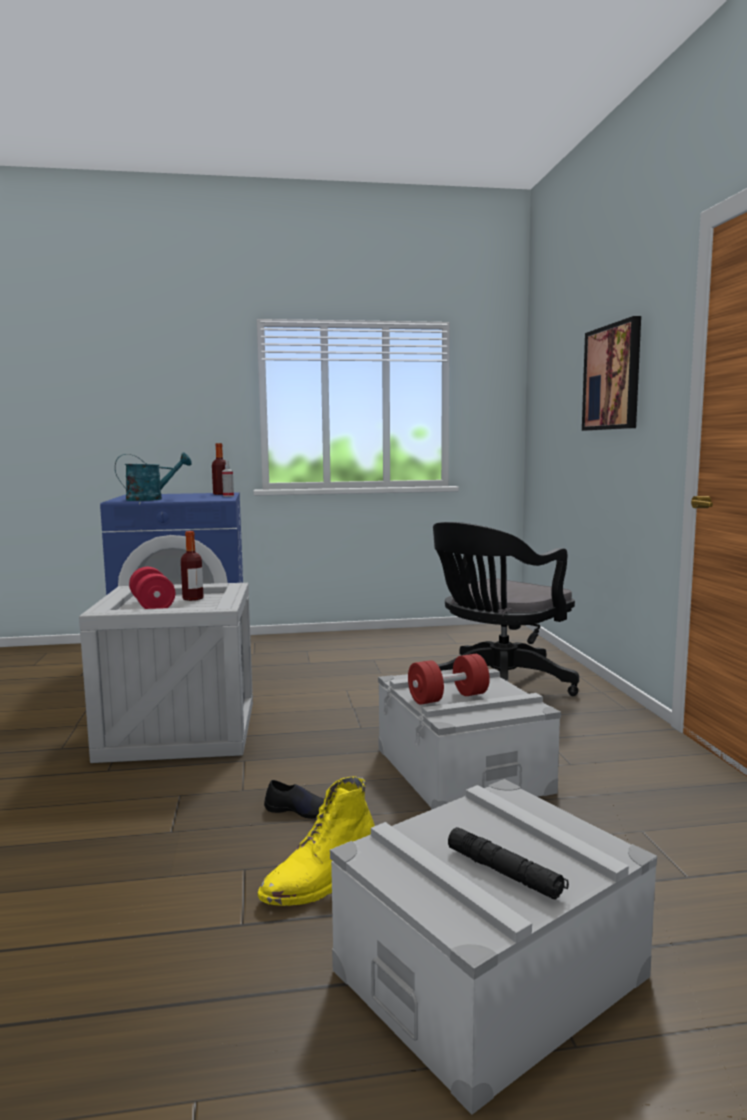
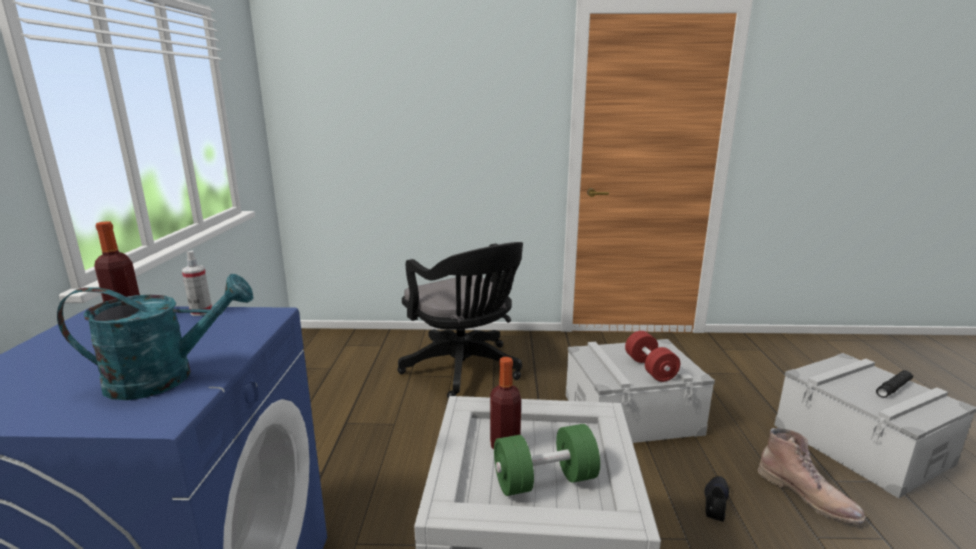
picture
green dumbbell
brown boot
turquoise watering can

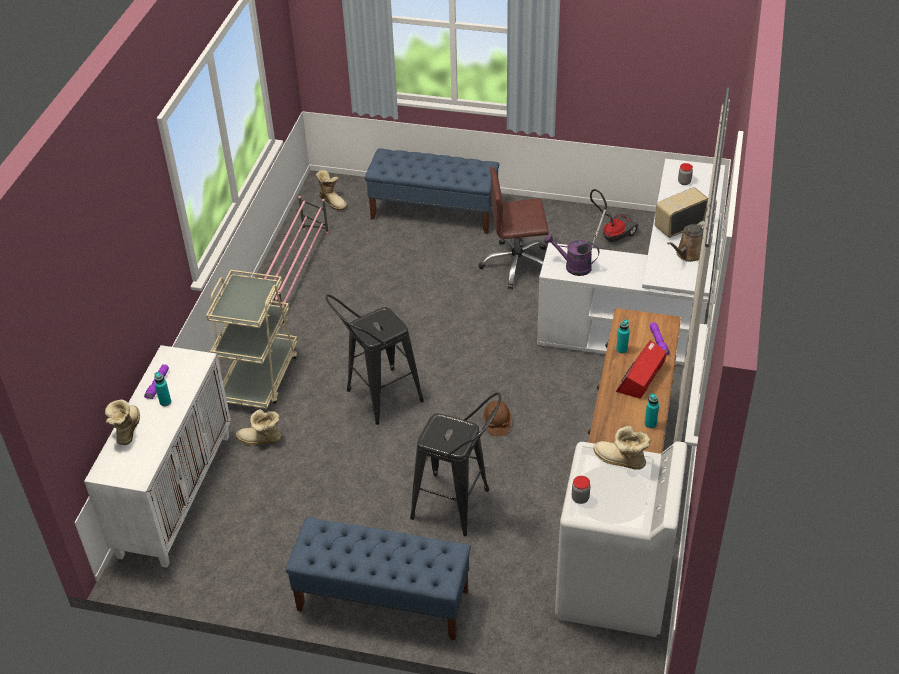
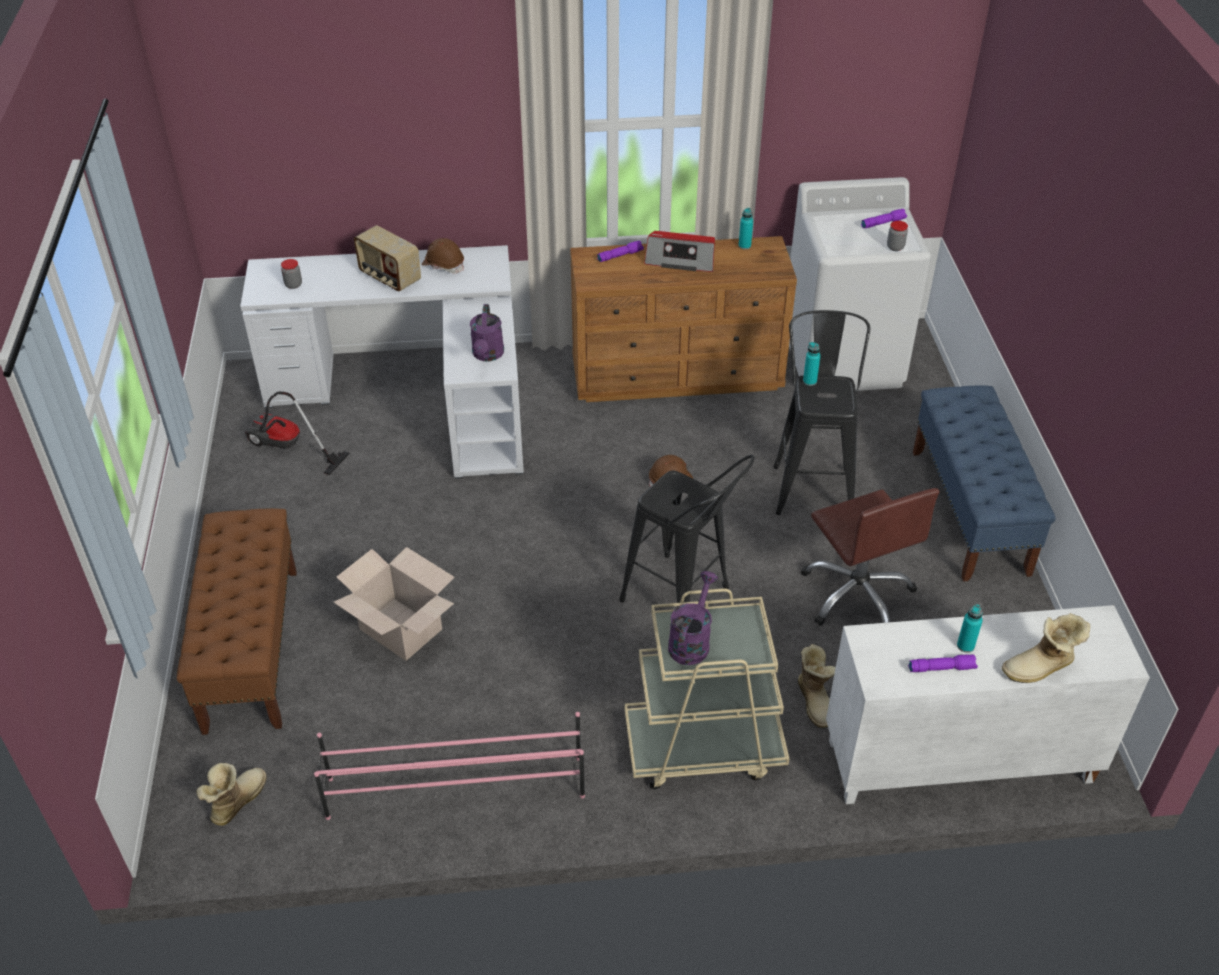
boot (no. 4 from left in the first image)
cardboard box
purple watering can (no. 2 from left)
purple flashlight (no. 2 from left)
brown office chair
turquoise bottle (no. 2 from left)
brown hard hat (no. 1 from left)
brown bench

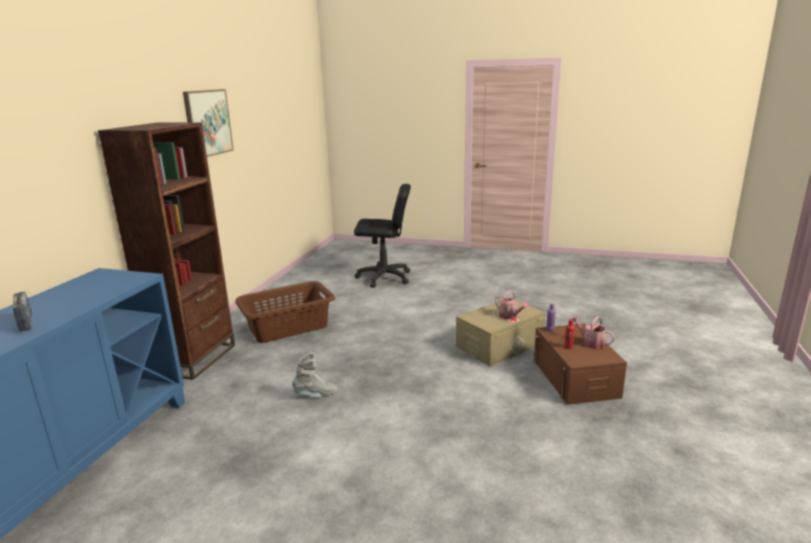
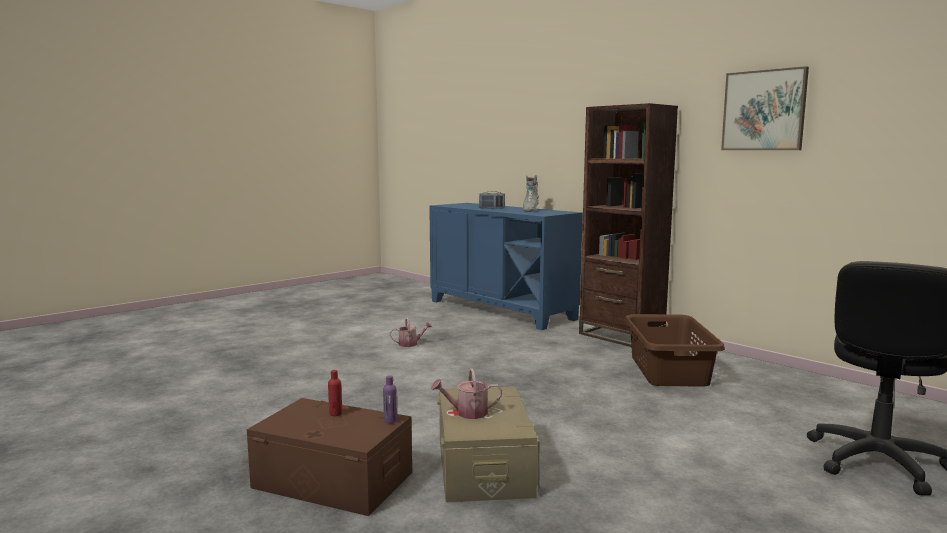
grey boot
watering can (no. 1 from left)

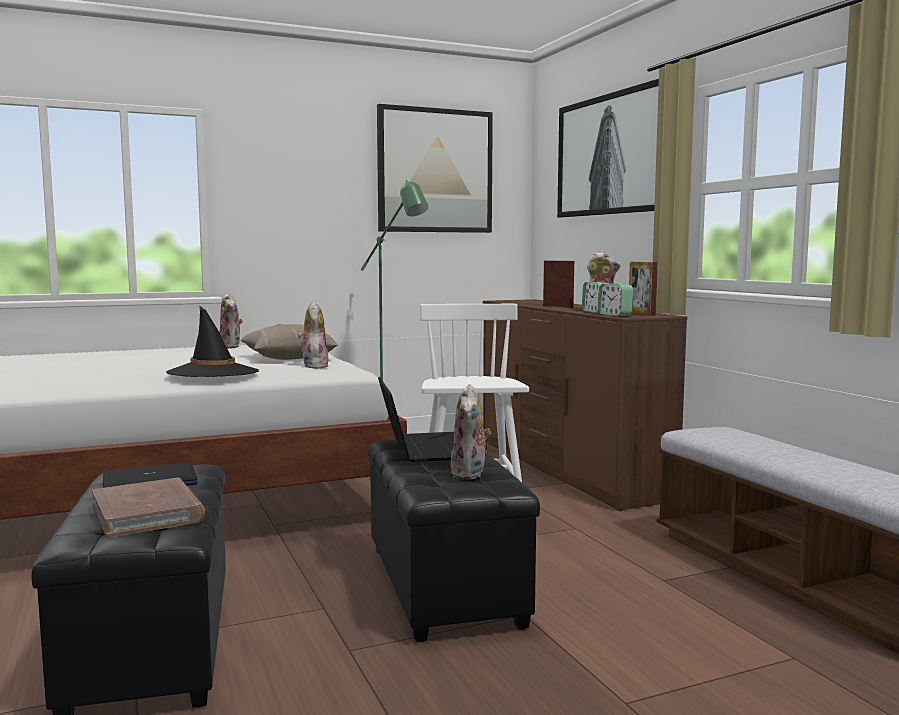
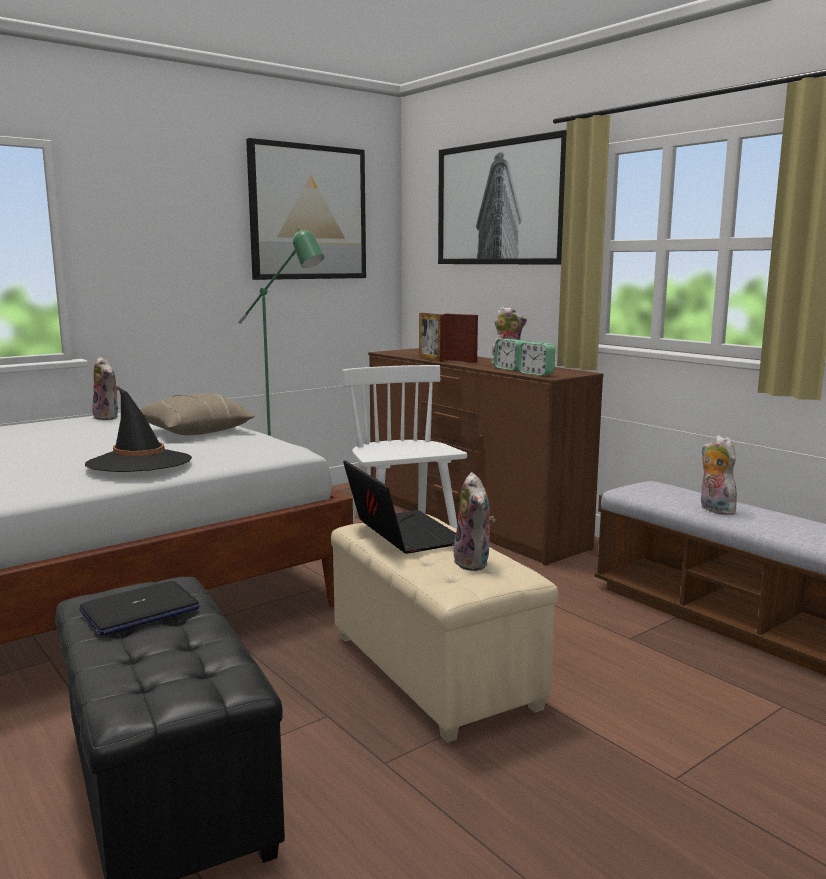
brown book
plush toy (no. 4 from left)
picture frame (no. 1 from left)
beige ottoman

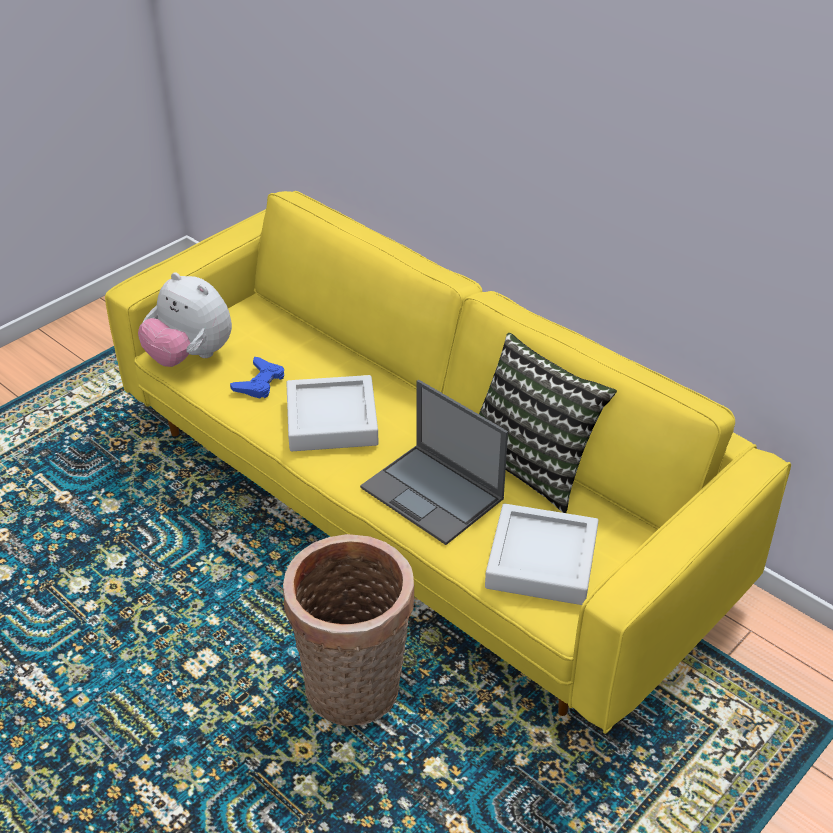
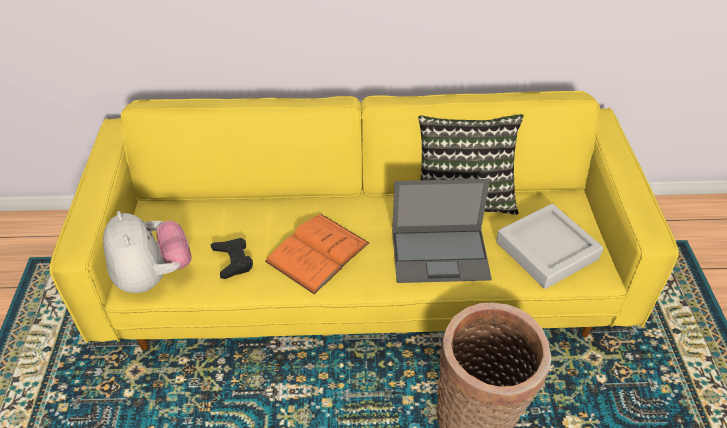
orange book
black game controller
plush toy

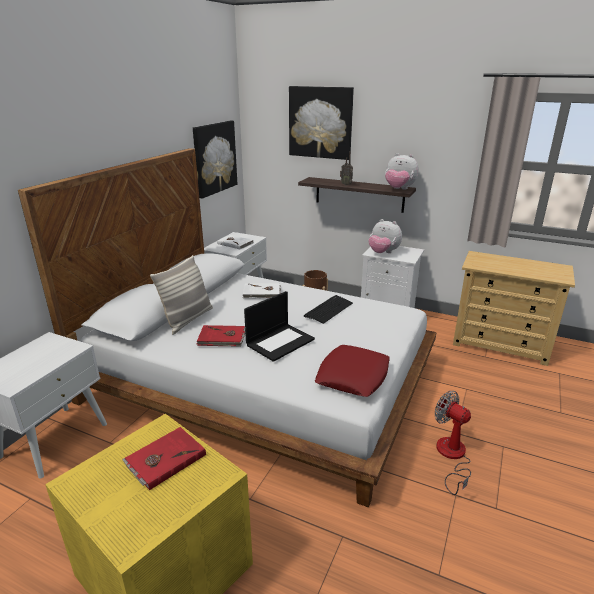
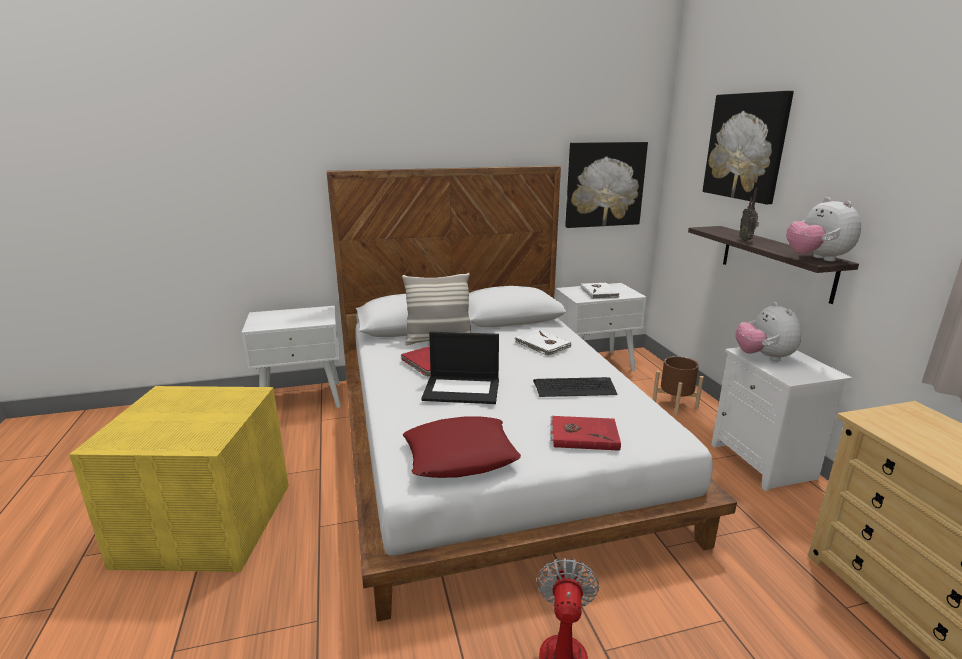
red book (no. 2 from left)

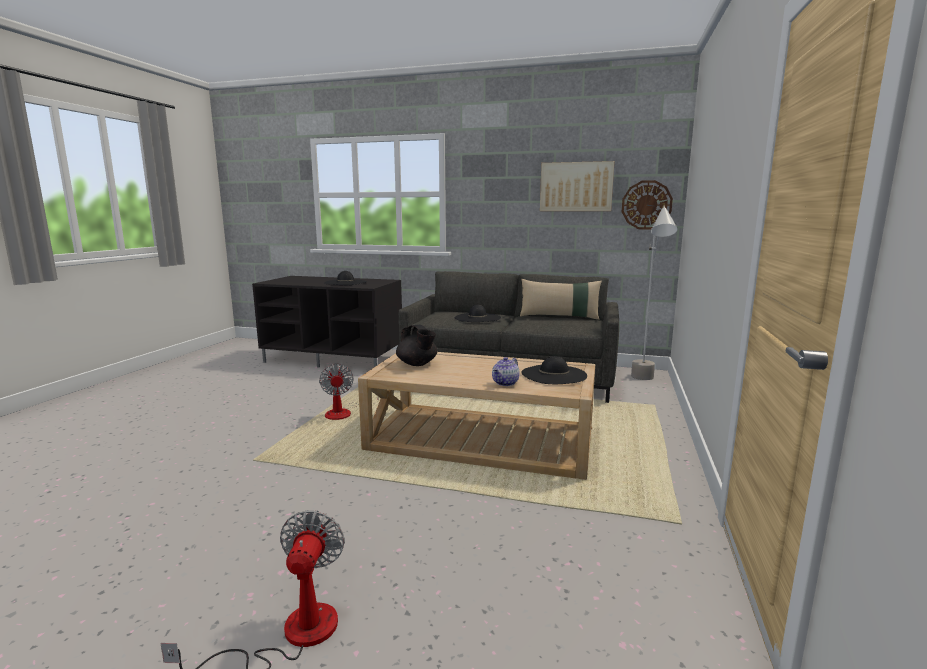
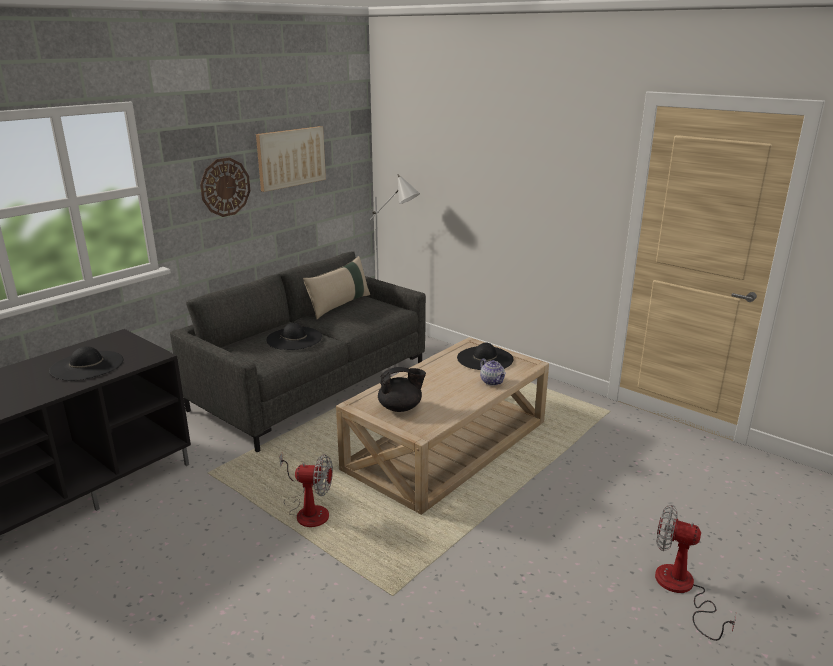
wall clock

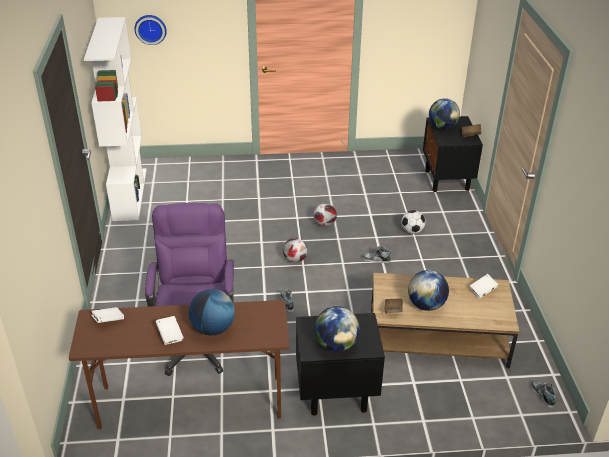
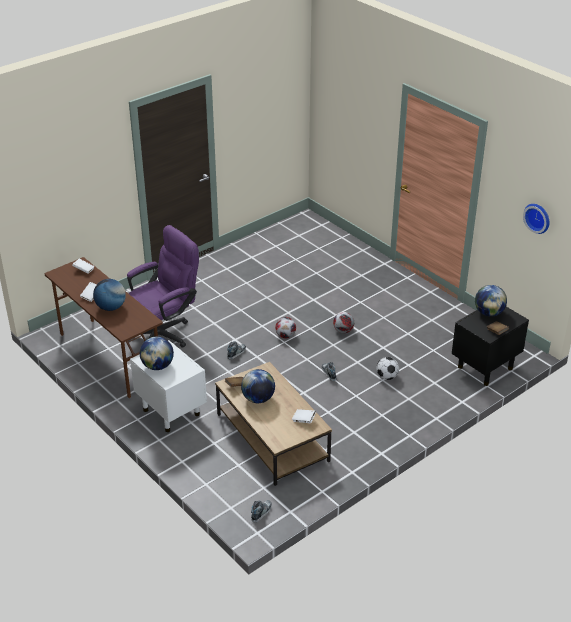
white bookcase
wall clock
white nightstand

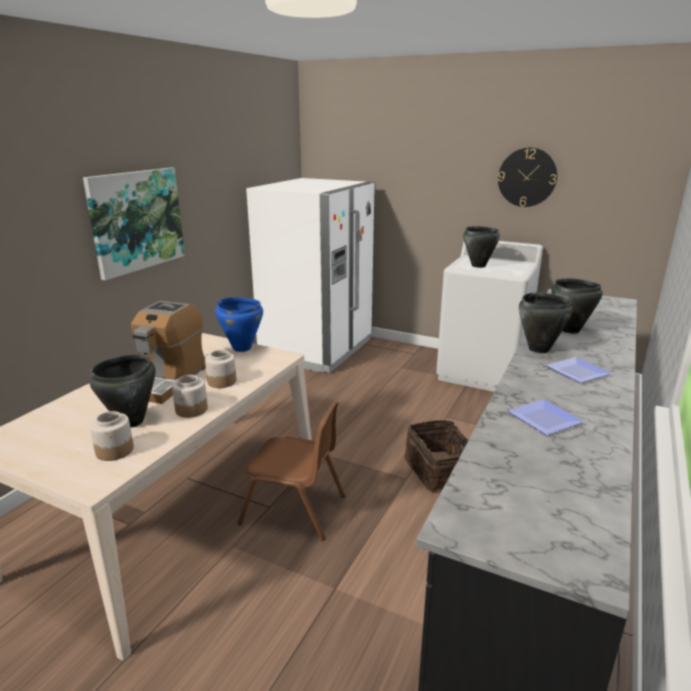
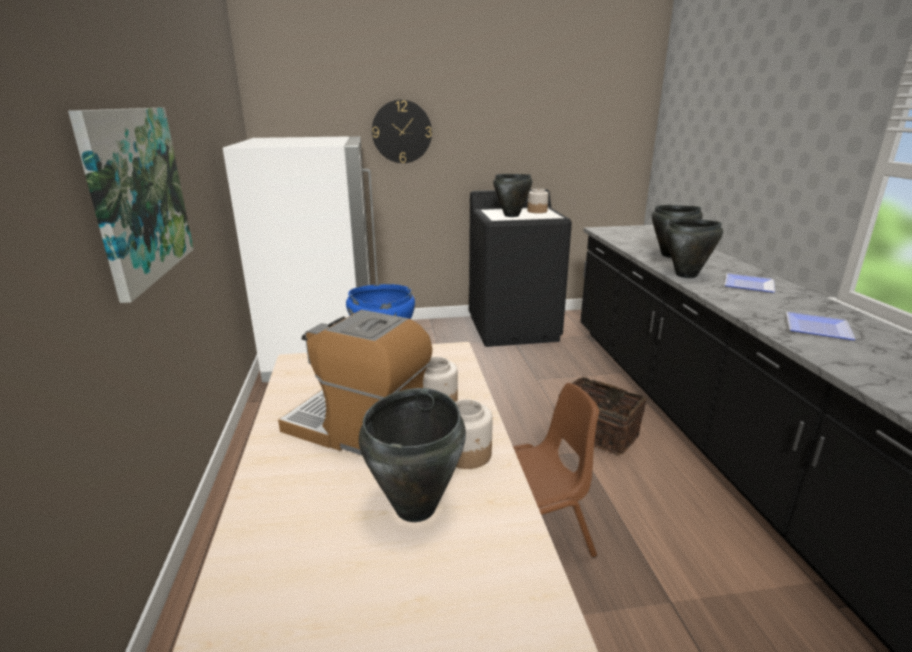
jar (no. 3 from left)
wall clock
black washing machine
coffee machine

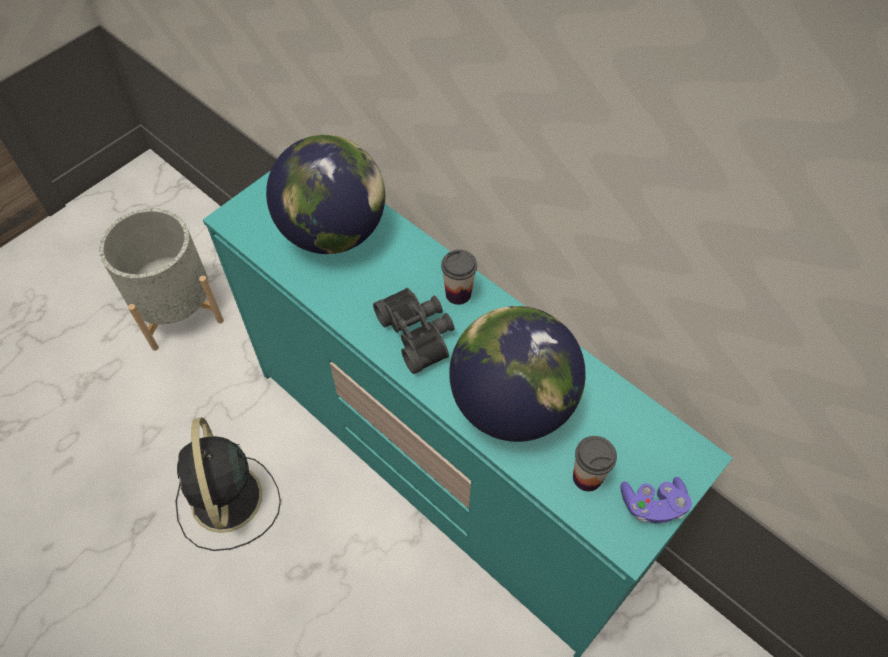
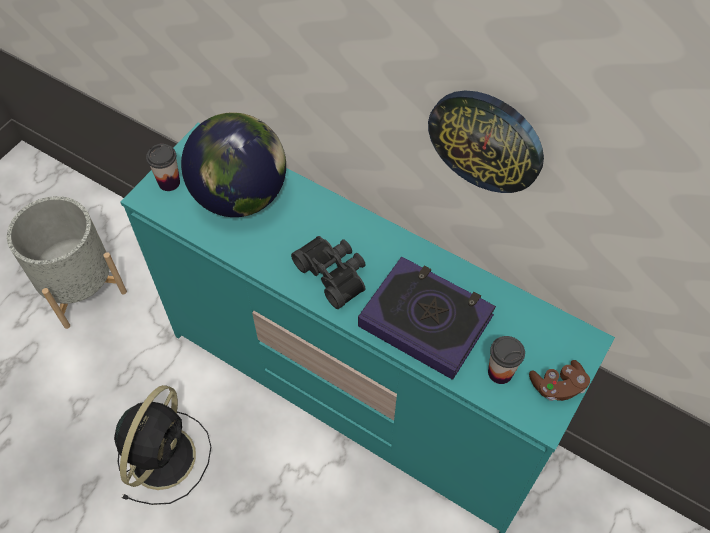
wall clock
cup (no. 1 from left)
book
brown game controller
black fan

